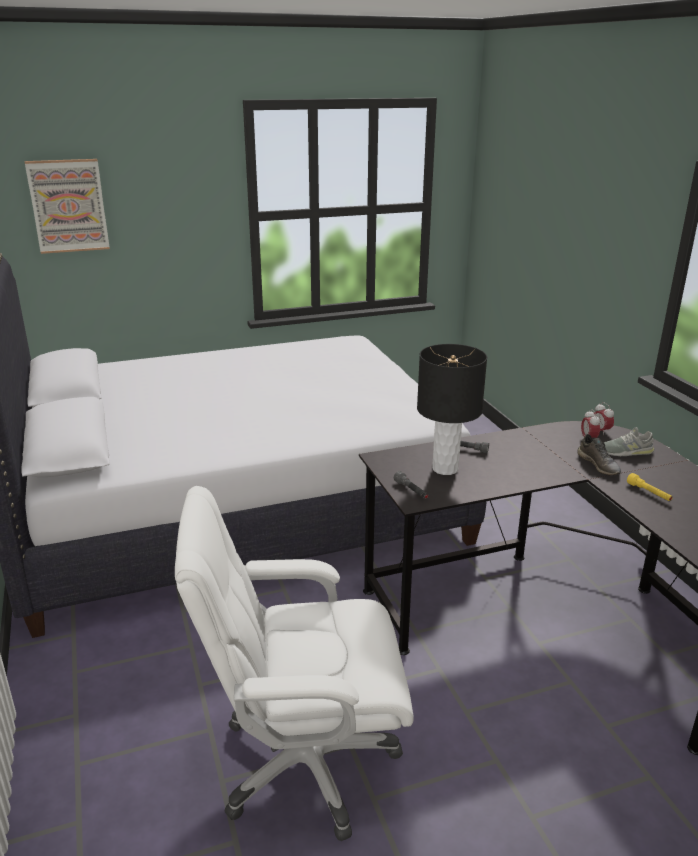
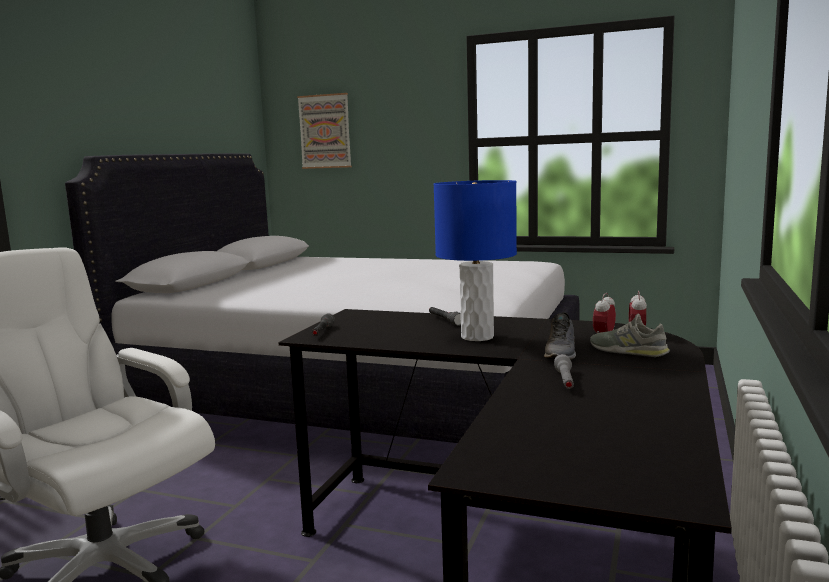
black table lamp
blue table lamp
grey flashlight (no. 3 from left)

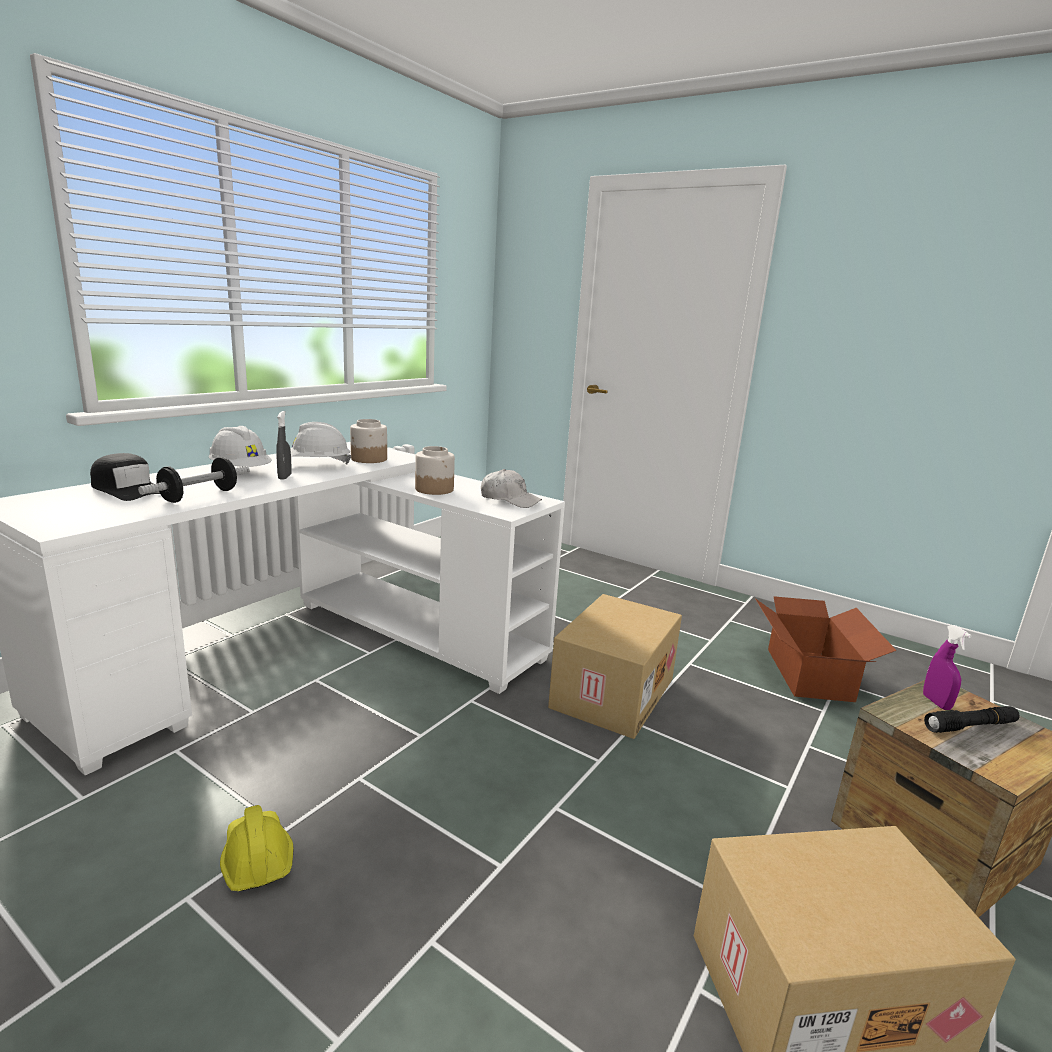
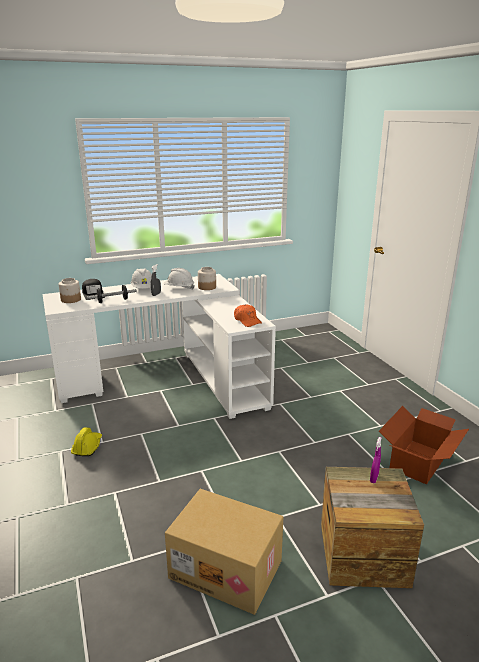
cardboard box (no. 1 from left in the first image)
black flashlight
jar (no. 1 from left)
orange cap

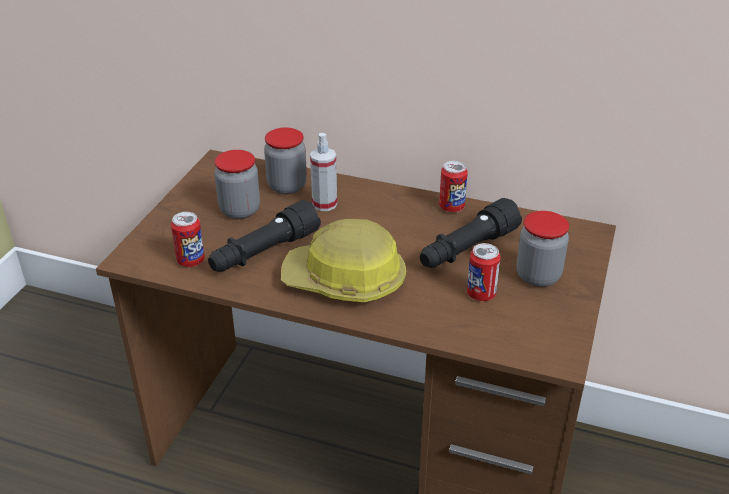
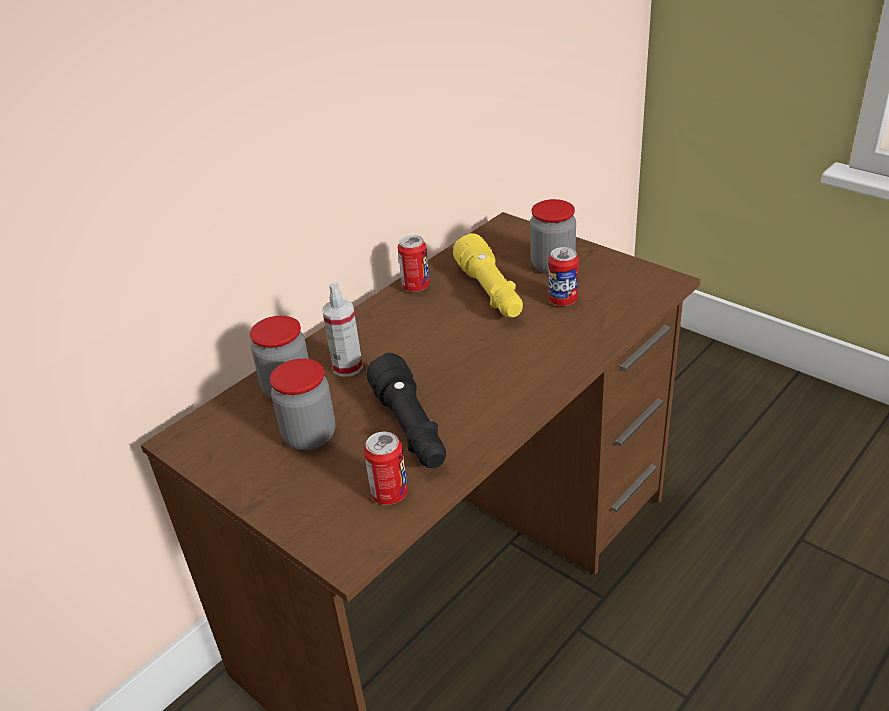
hard hat
yellow flashlight

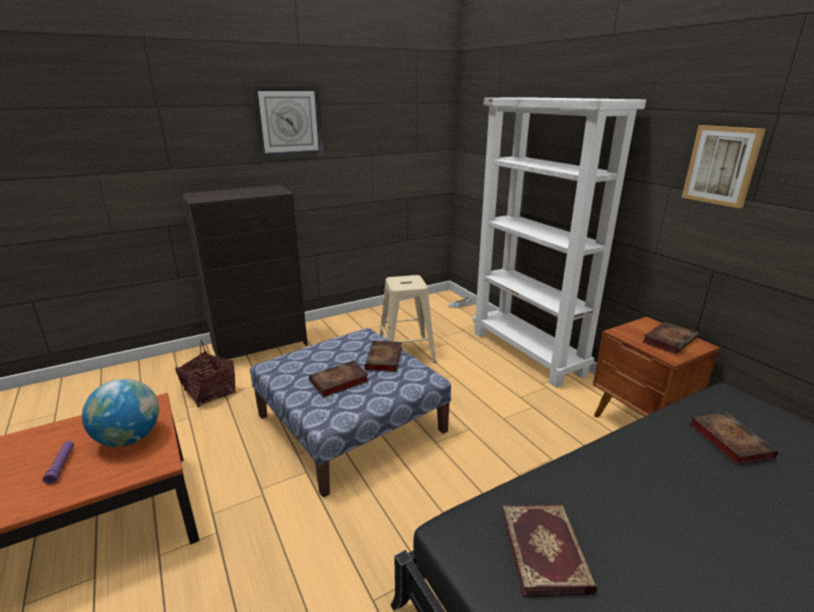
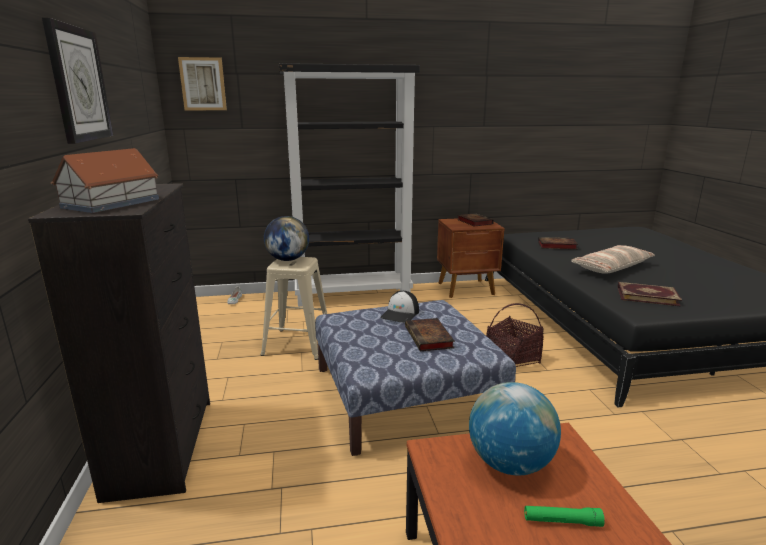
toy house
globe (no. 1 from left)
pillow
basket
picture
cap
green flashlight
black bookcase

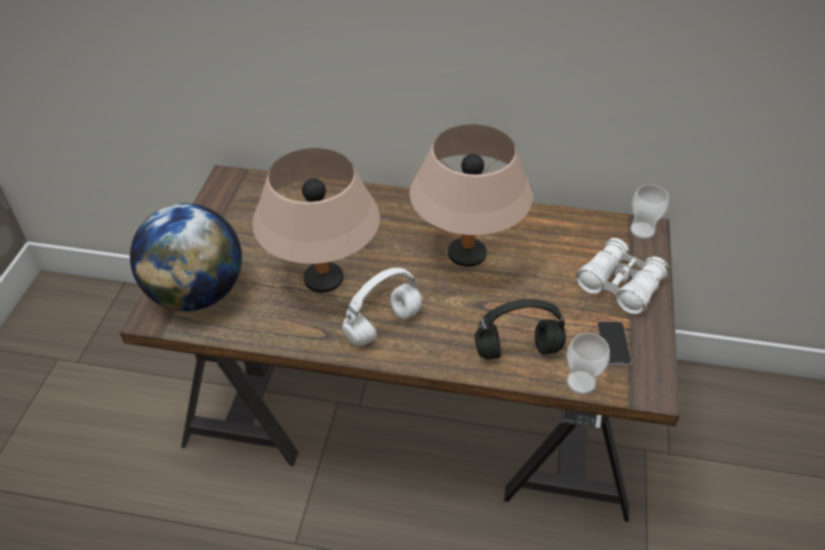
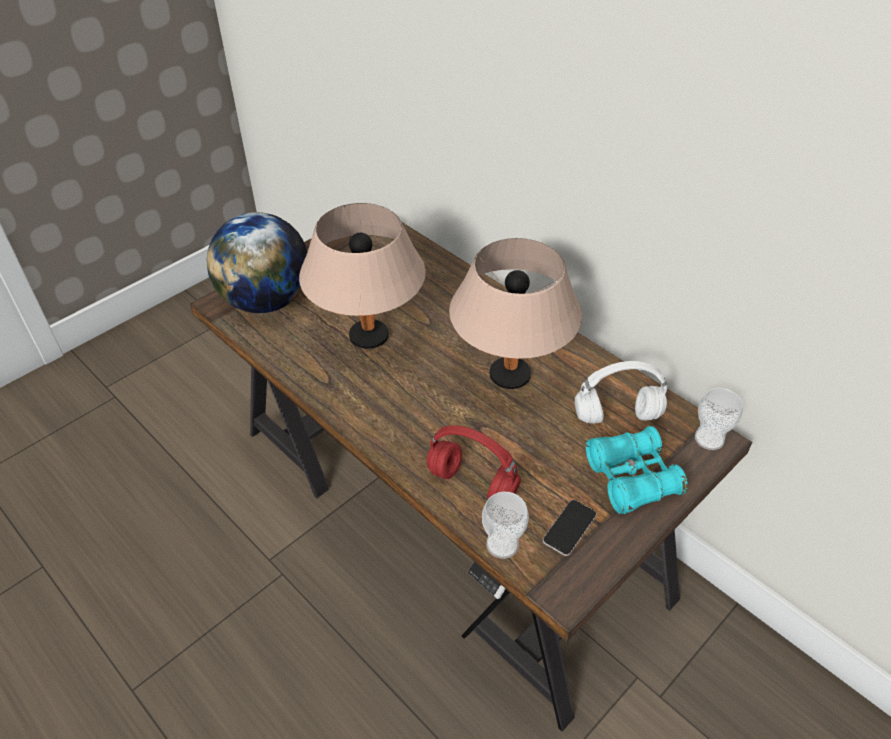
white headphones
red headphones
turquoise binoculars

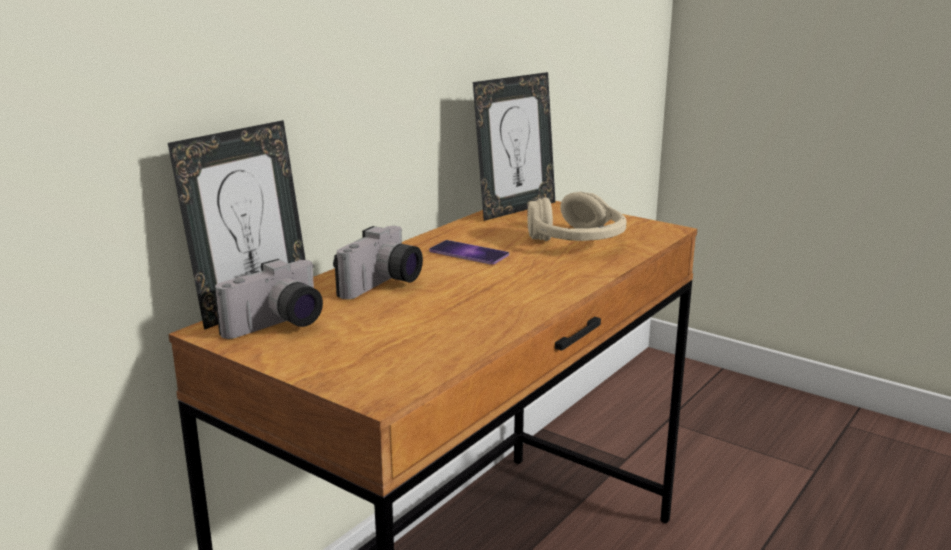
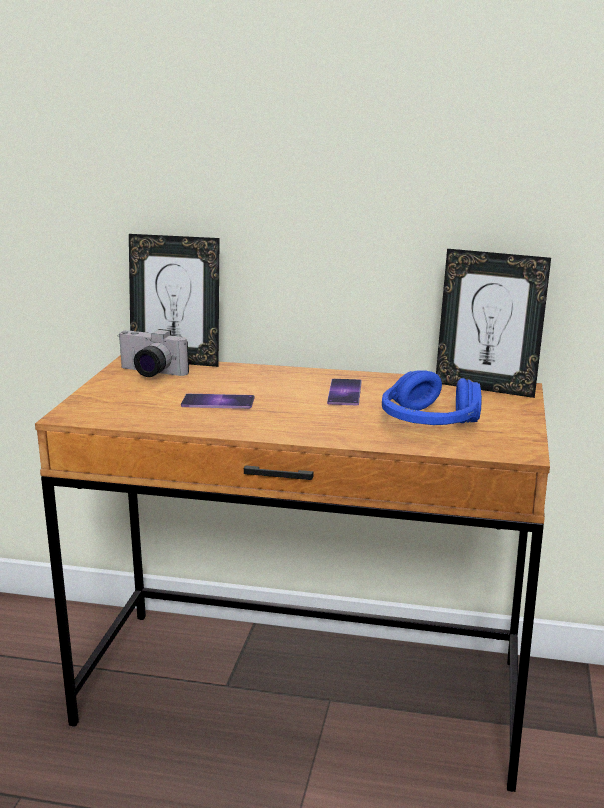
photo camera (no. 2 from left in the first image)
phone (no. 1 from left)
blue headphones

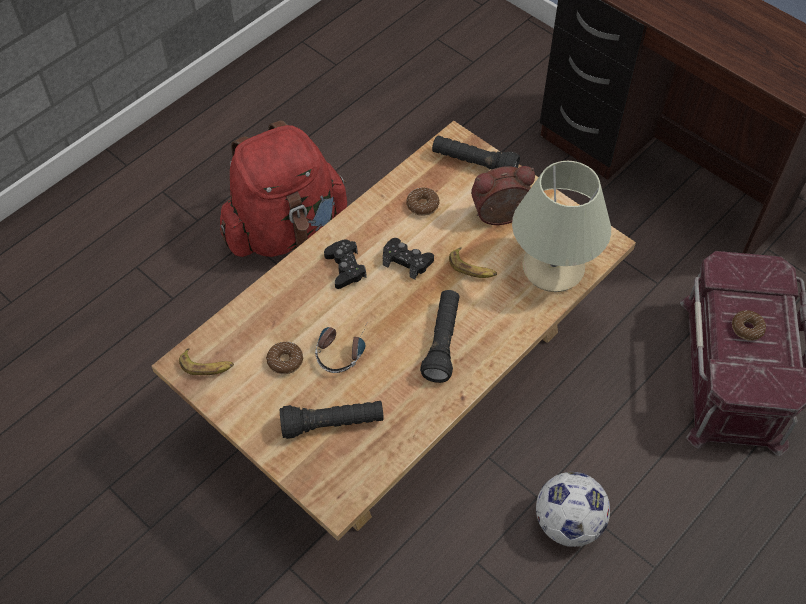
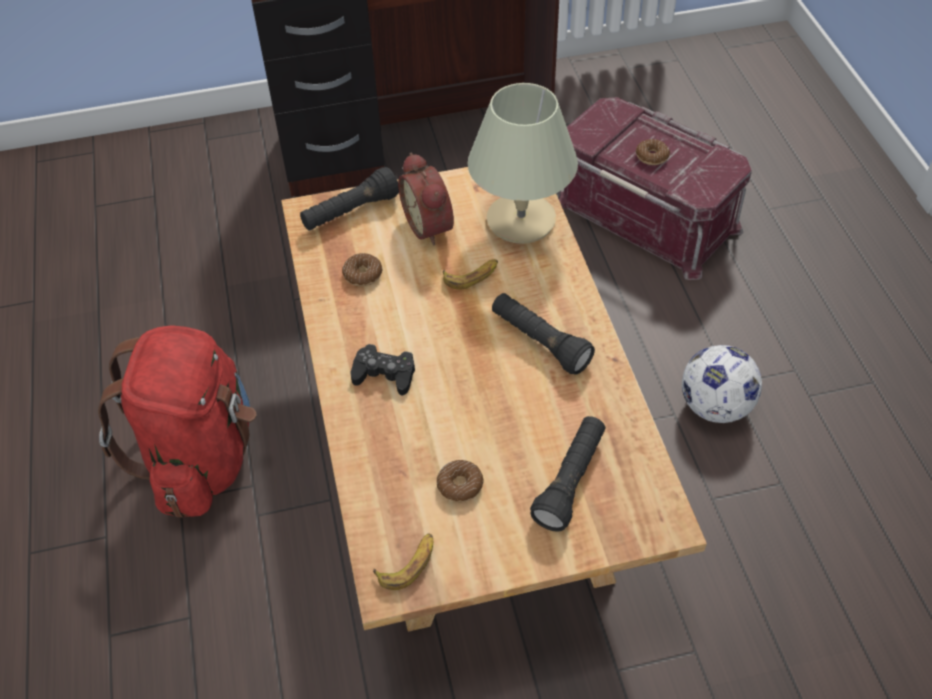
headphones
black game controller (no. 2 from left in the first image)
alarm clock

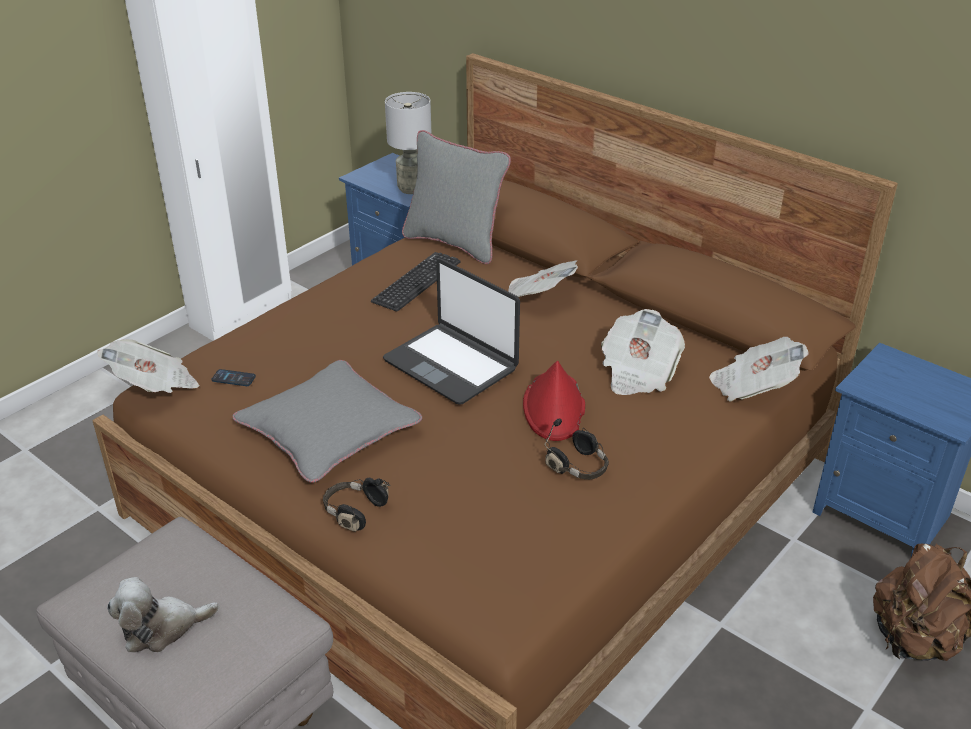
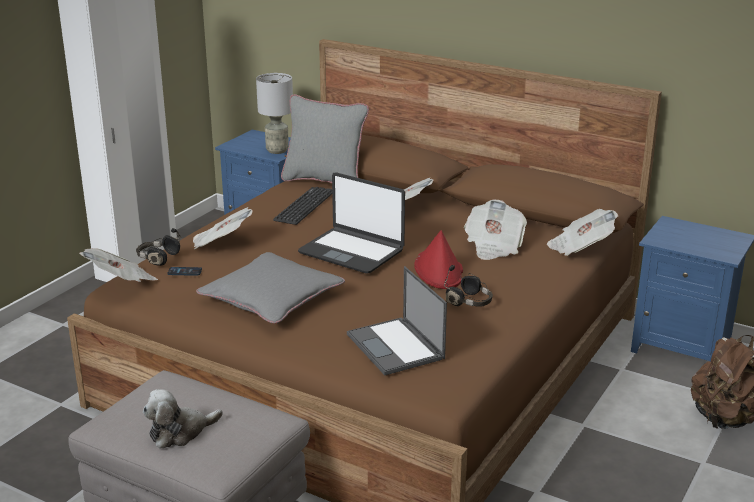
newspaper (no. 2 from left)
laptop (no. 2 from left)
black headphones (no. 1 from left)

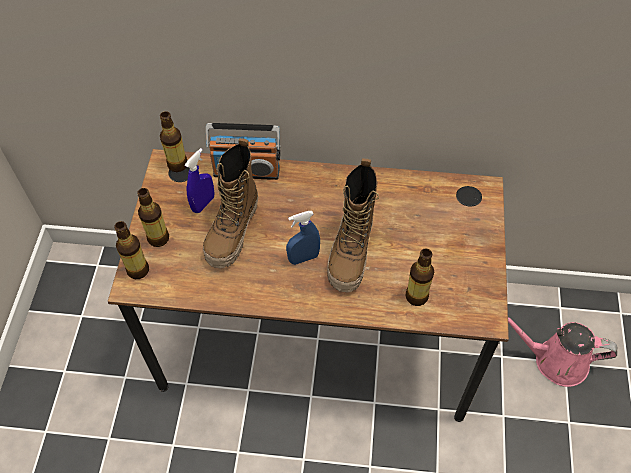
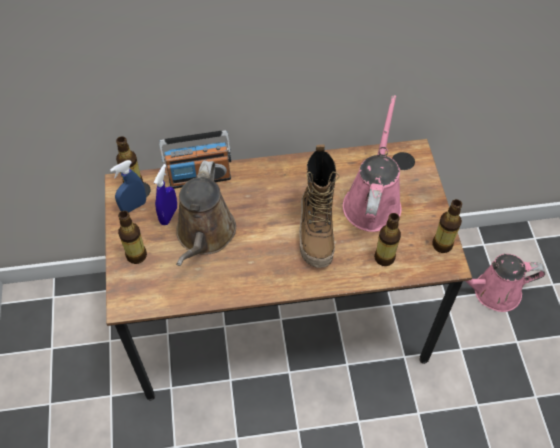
pink watering can (no. 1 from left)
bottle (no. 4 from left)
blue spray bottle (no. 1 from left)
brown watering can

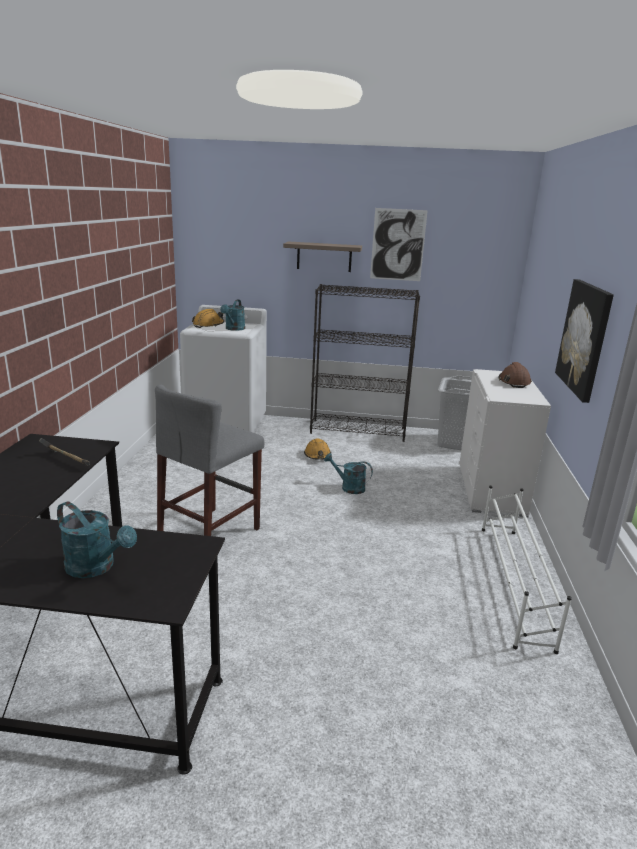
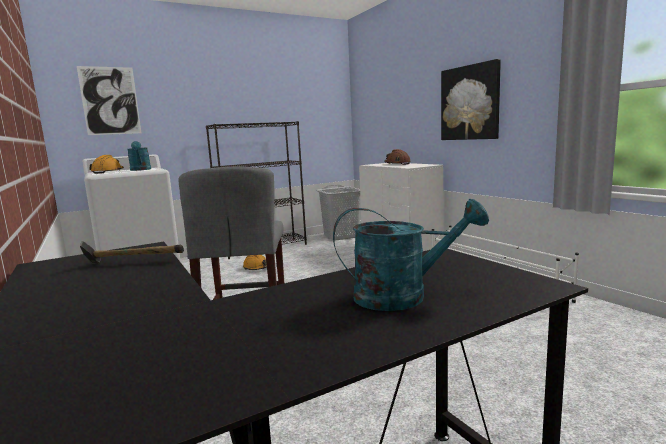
shelf
turquoise watering can (no. 3 from left in the first image)
picture (no. 1 from left)

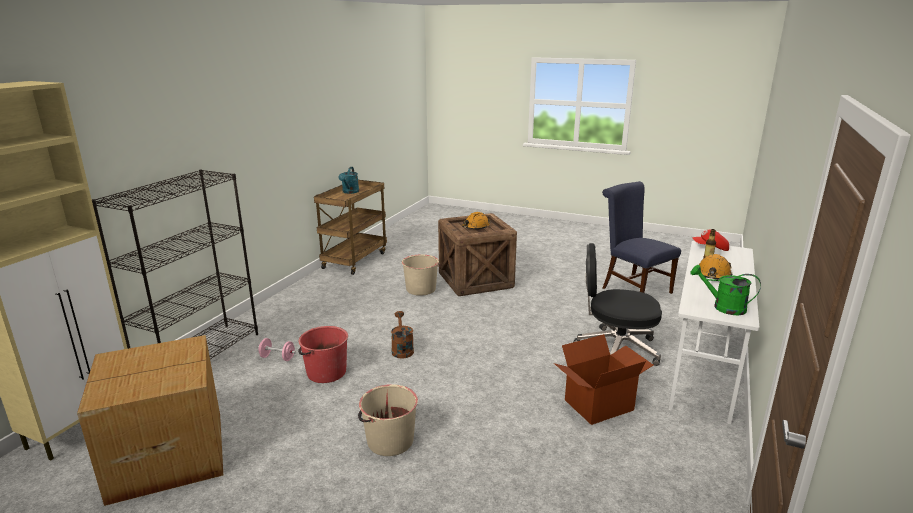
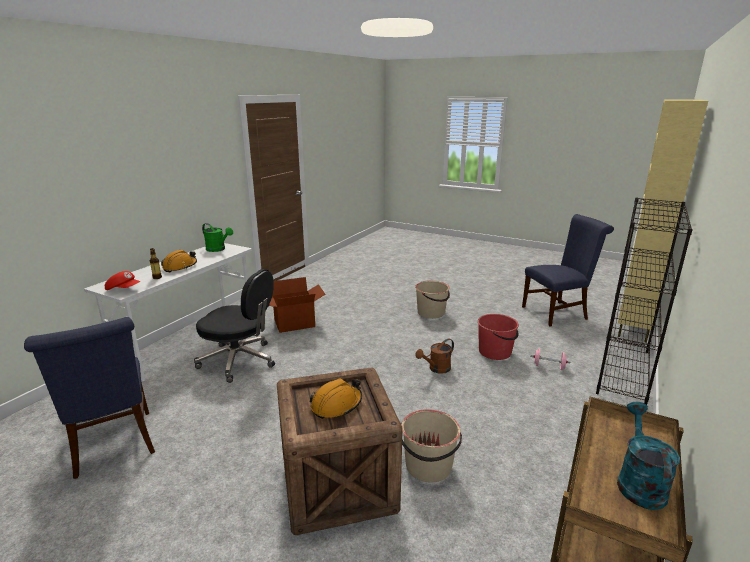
blue chair (no. 2 from left)
brown watering can

